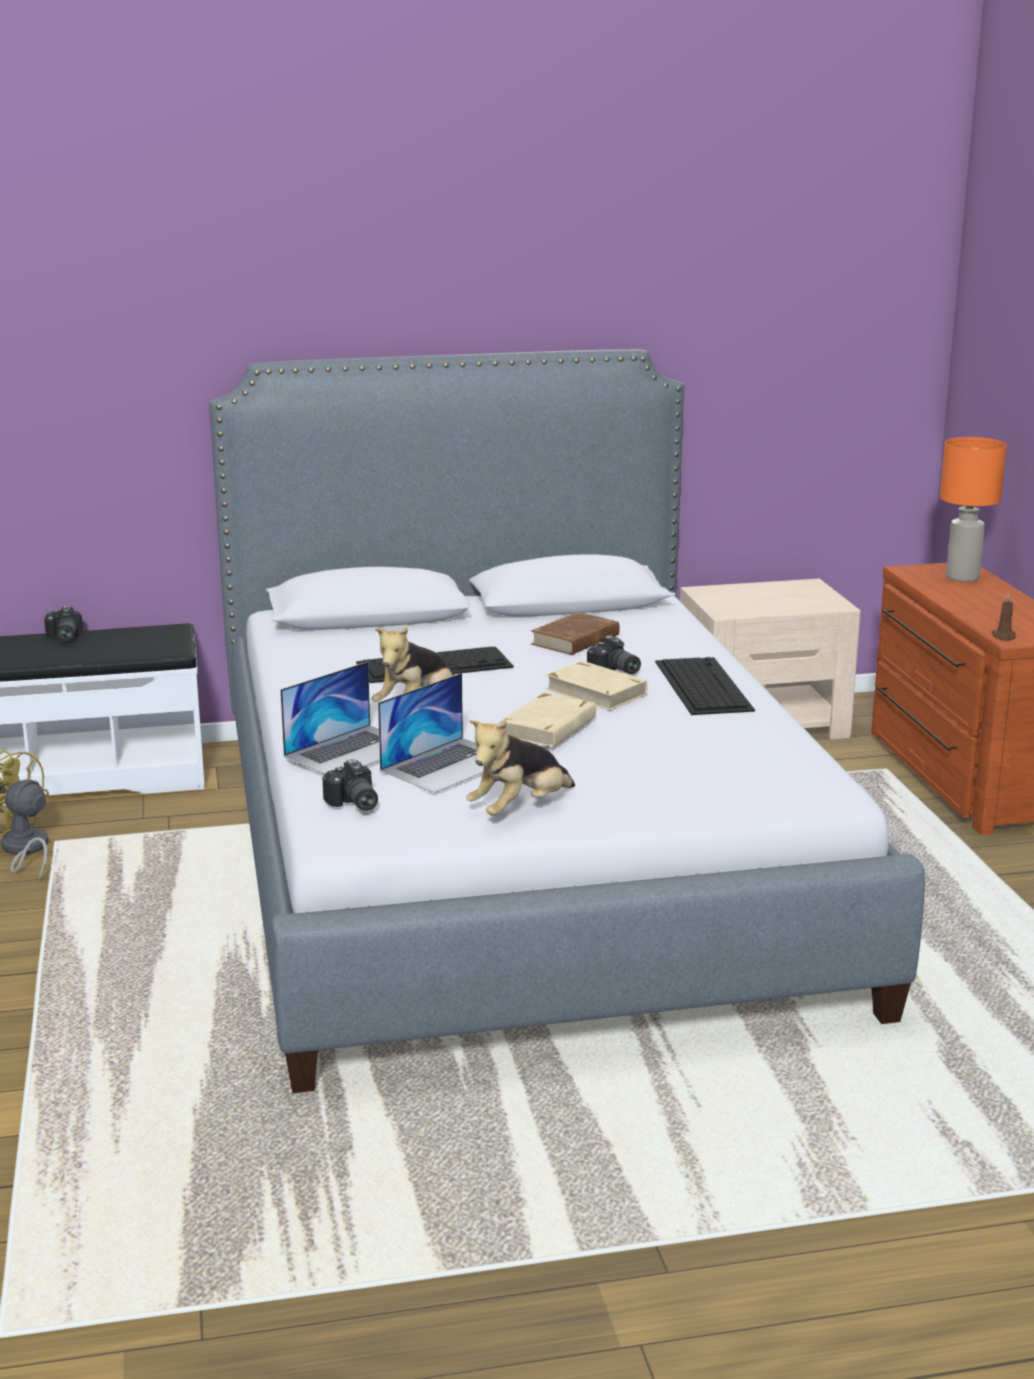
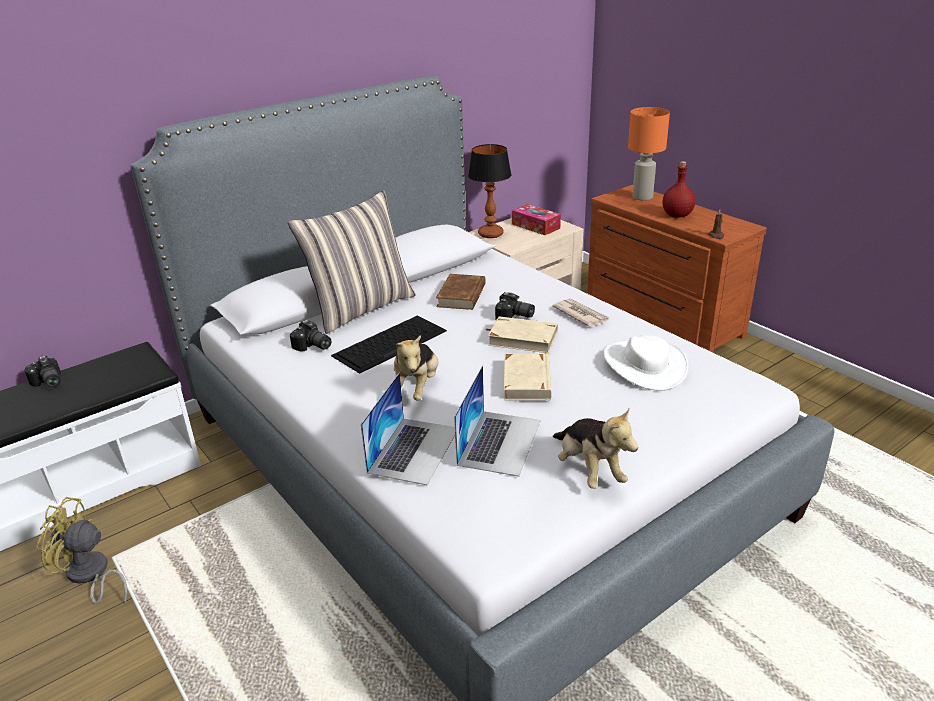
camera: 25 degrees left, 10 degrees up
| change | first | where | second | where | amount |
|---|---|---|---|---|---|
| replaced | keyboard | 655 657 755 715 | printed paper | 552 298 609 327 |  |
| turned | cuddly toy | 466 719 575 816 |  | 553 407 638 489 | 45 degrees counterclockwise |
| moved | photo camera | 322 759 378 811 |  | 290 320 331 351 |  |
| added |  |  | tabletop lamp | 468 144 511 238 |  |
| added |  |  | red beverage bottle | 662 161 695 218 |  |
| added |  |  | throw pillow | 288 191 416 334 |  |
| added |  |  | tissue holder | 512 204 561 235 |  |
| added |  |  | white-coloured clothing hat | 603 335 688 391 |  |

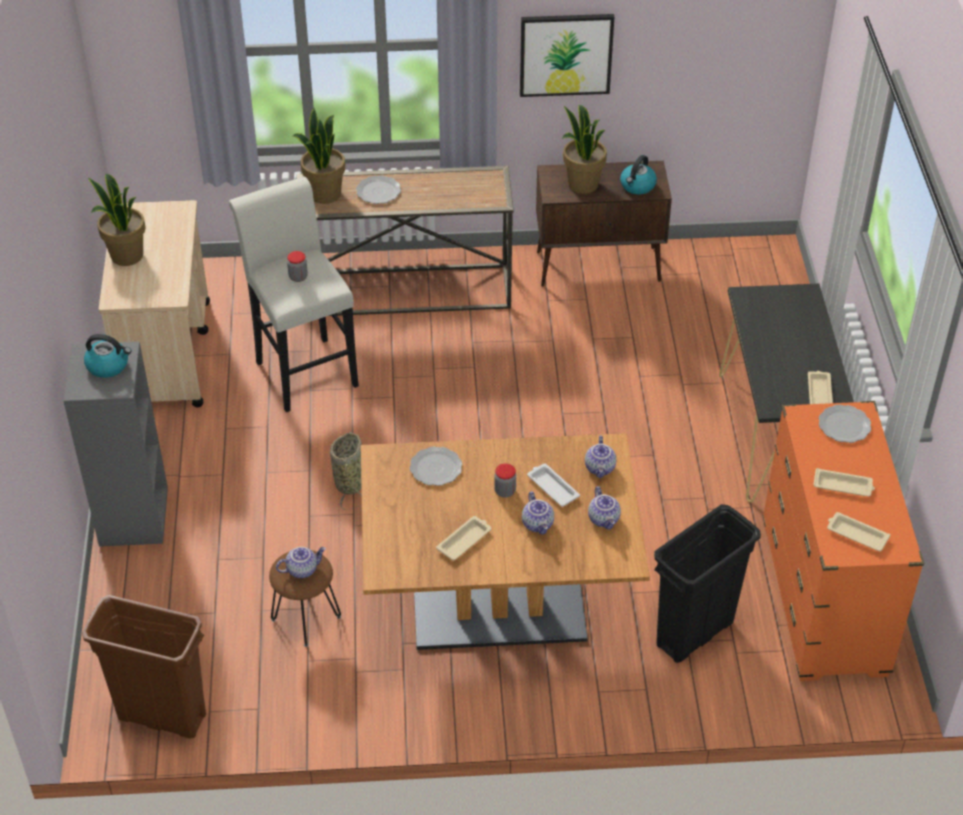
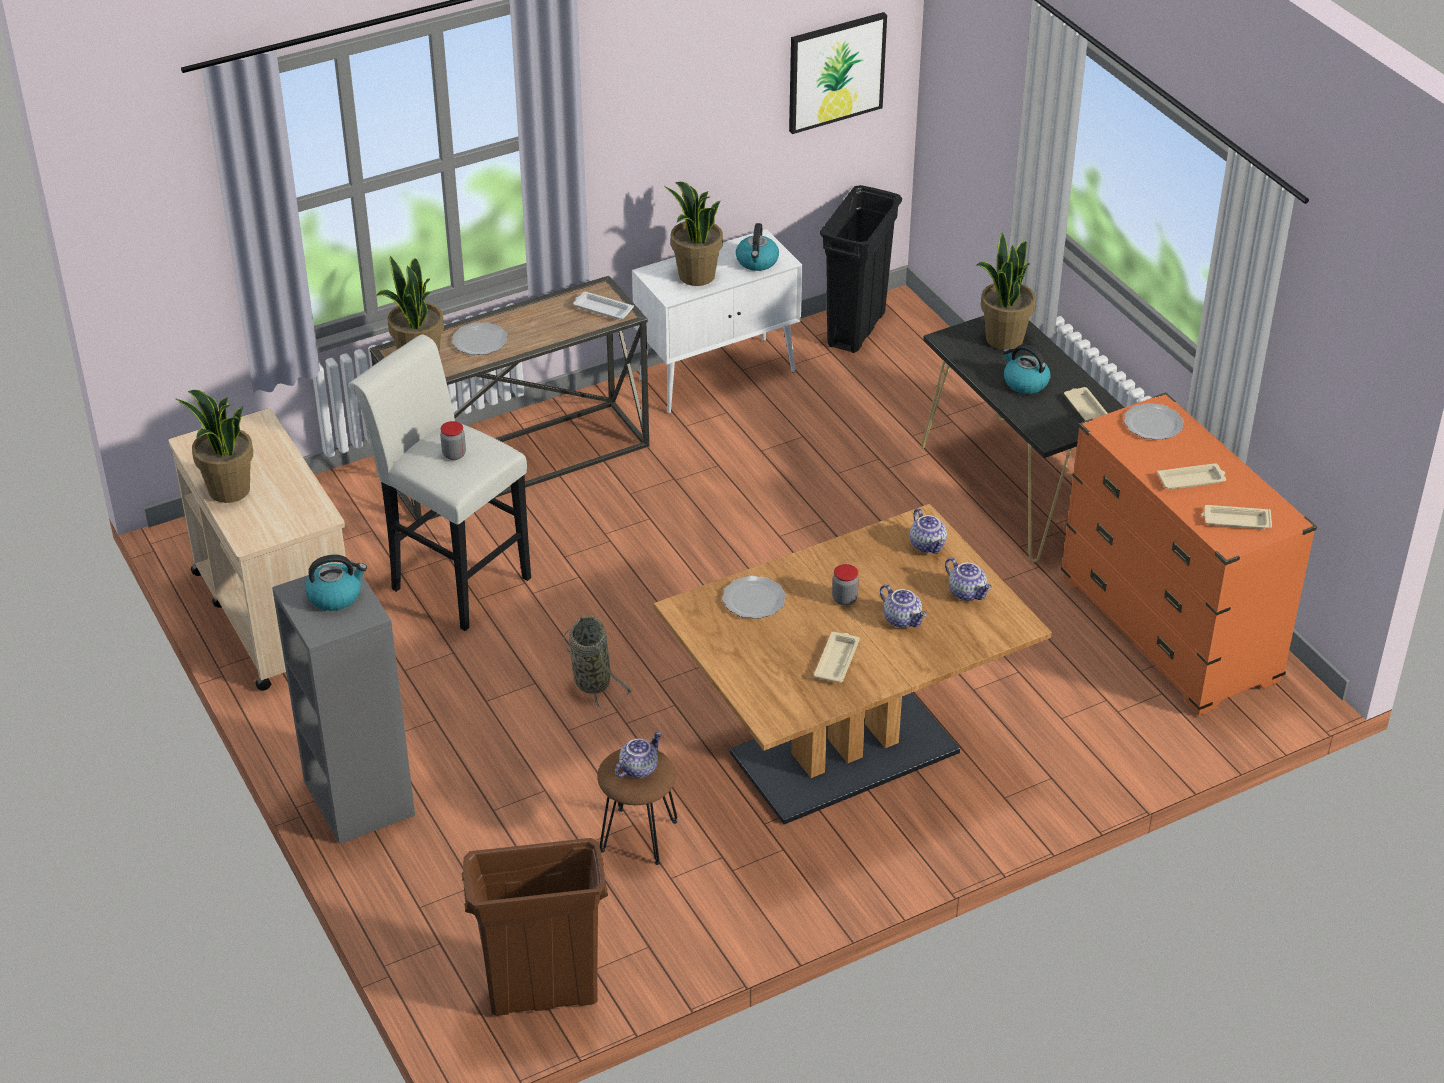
camera: 25 degrees left, 5 degrees down
| change | first | where | second | where | amount |
|---|---|---|---|---|---|
| moved | wall art | 520 14 614 97 |  | 789 12 887 134 |  |
| recoloured | brown-coloured storage cabinet | 536 161 672 287 | white-coloured storage cabinet | 632 229 802 414 |  |
| moved | white-coloured serving tray | 527 463 580 507 |  | 573 292 634 320 |  |
| moved | black rubbish bin | 654 504 761 663 |  | 820 185 902 353 |  |
| added |  |  | potted plant | 976 232 1036 350 |  |
| added |  |  | tea kettle | 1003 344 1050 394 |  |

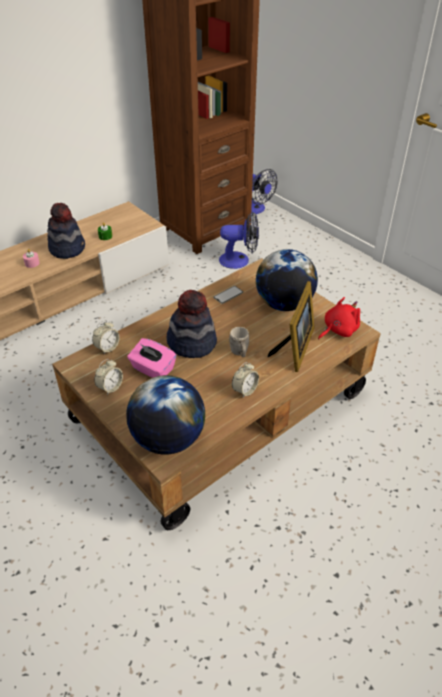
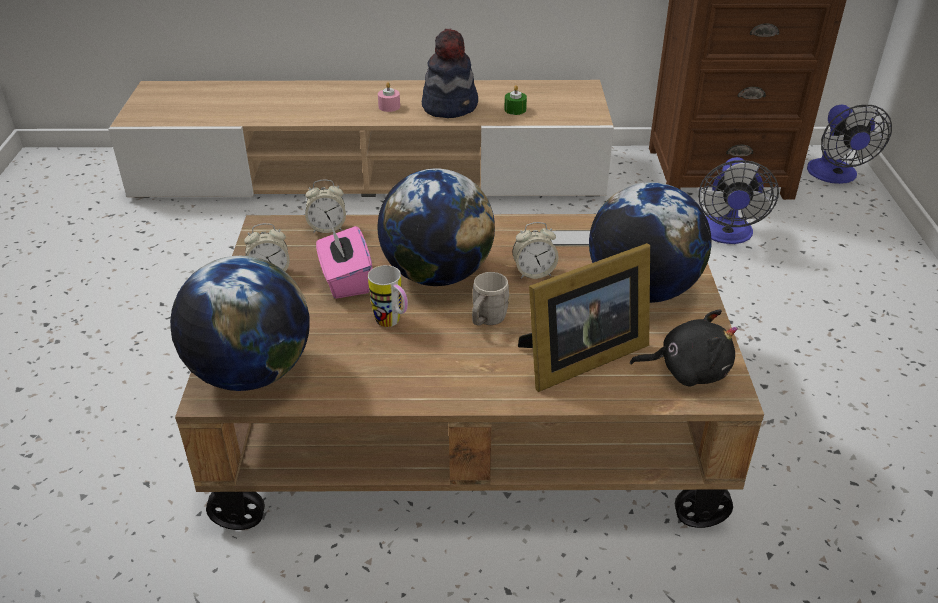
camera: 40 degrees right, 5 degrees down
| change | first | where | second | where | amount |
|---|---|---|---|---|---|
| turned | cooling fan | 219 212 259 269 |  | 698 157 779 244 | 60 degrees clockwise |
| replaced | clothing hat | 167 290 217 358 | desk globe | 378 168 495 286 |  |
| recoloured | red cuddly toy | 318 297 360 340 | black cuddly toy | 630 310 738 387 |  |
| moved | bedside clock | 232 362 259 398 |  | 513 222 559 279 |  |
| added |  |  | tea mug | 368 265 408 327 |  |

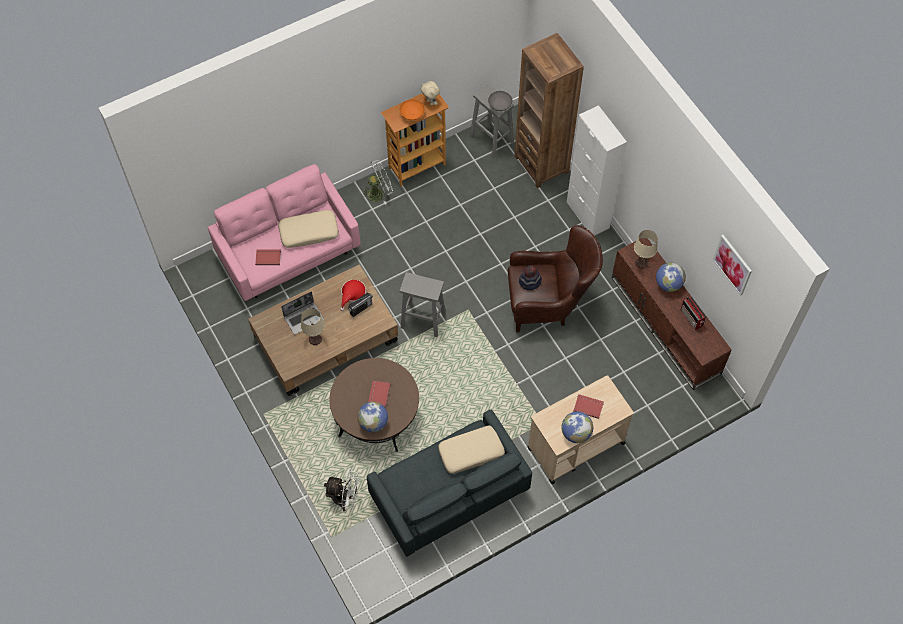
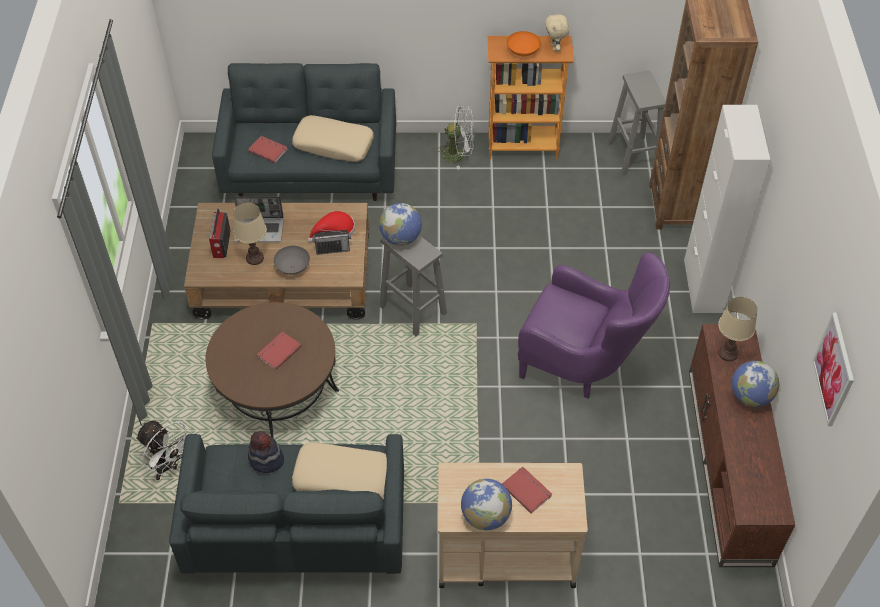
camera: 30 degrees right, 10 degrees down
| change | first | where | second | where | amount |
|---|---|---|---|---|---|
| moved | gray deep dish | 488 91 512 111 |  | 274 246 310 275 |  |
| recoloured | pink sofa | 208 164 361 301 | gray sofa | 212 63 396 201 |  |
| recoloured | brown-coloured easy chair | 508 225 603 333 | purple easy chair | 518 253 670 399 |  |
| moved | clothing hat | 519 265 542 290 |  | 248 431 284 473 |  |
| moved | radio | 681 297 706 330 |  | 209 209 231 258 |  |
| moved | desk globe | 357 402 388 432 |  | 379 203 422 246 |  |

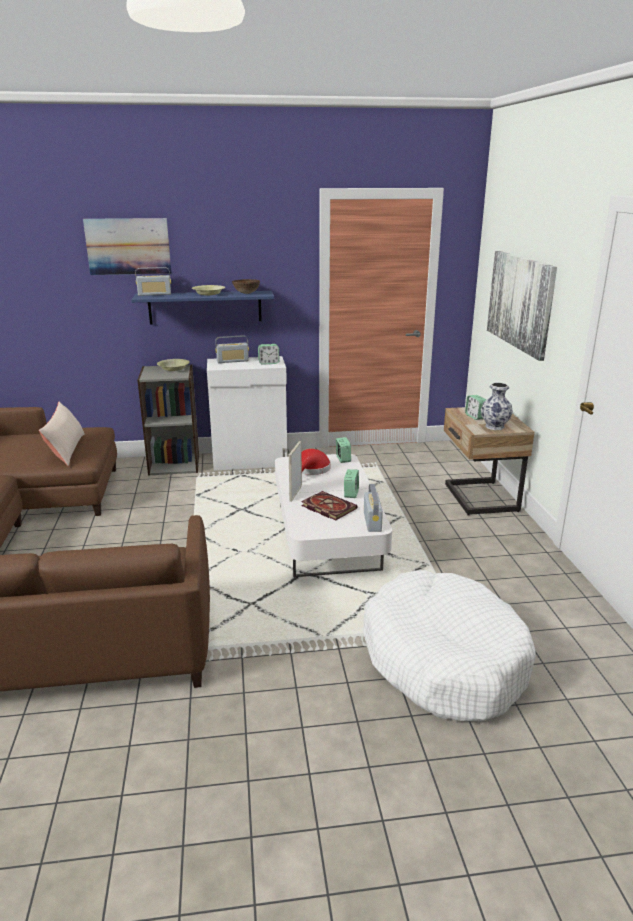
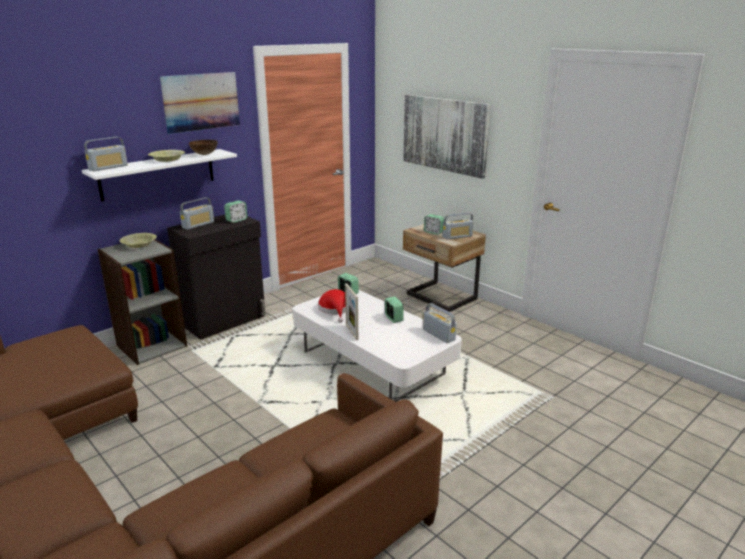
camera: 35 degrees left, 0 degrees up
| change | first | where | second | where | amount |
|---|---|---|---|---|---|
| moved | wall art | 83 218 171 275 |  | 160 72 240 134 |  |
| recoloured | blue wall shelf | 131 291 274 324 | white-coloured wall shelf | 82 149 237 202 |  |
| recoloured | white-coloured storage cabinet | 207 356 287 471 | black storage cabinet | 167 215 266 340 |  |
| replaced | flower vase | 481 383 513 430 | radio | 443 213 473 240 |  |
| removed | beige-coloured throw pillow | 39 402 84 466 |  |  |  |
| removed | book | 301 491 358 520 |  |  |  |
| removed | white-coloured dog cushion | 363 570 536 721 |  |  |  |

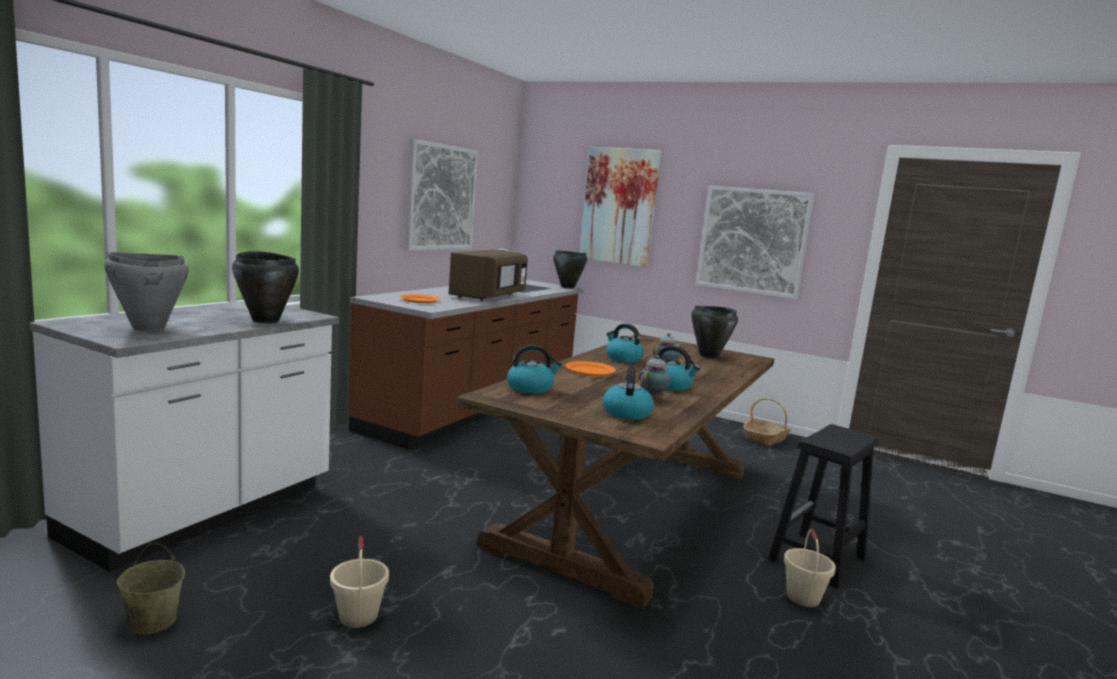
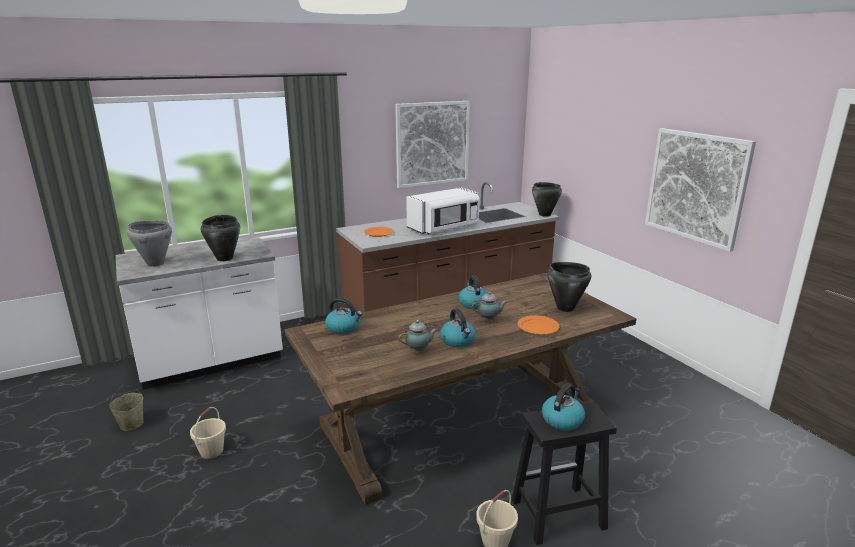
camera: 35 degrees right, 10 degrees up
| change | first | where | second | where | amount |
|---|---|---|---|---|---|
| removed | wall art | 580 147 661 267 |  |  |  |
| recoloured | brown-coloured microwave oven | 448 250 528 301 | white-coloured microwave oven | 406 187 479 234 |  |
| moved | orange flat dish | 566 361 616 376 |  | 517 315 559 335 |  |
| moved | tea kettle | 603 366 654 420 |  | 542 384 585 431 |  |
| removed | household basket | 743 398 791 446 |  |  |  |

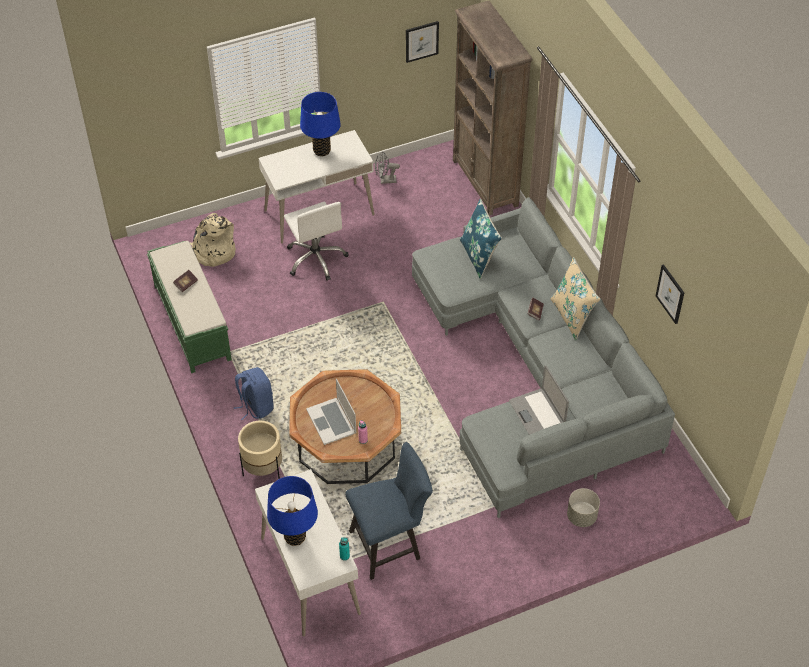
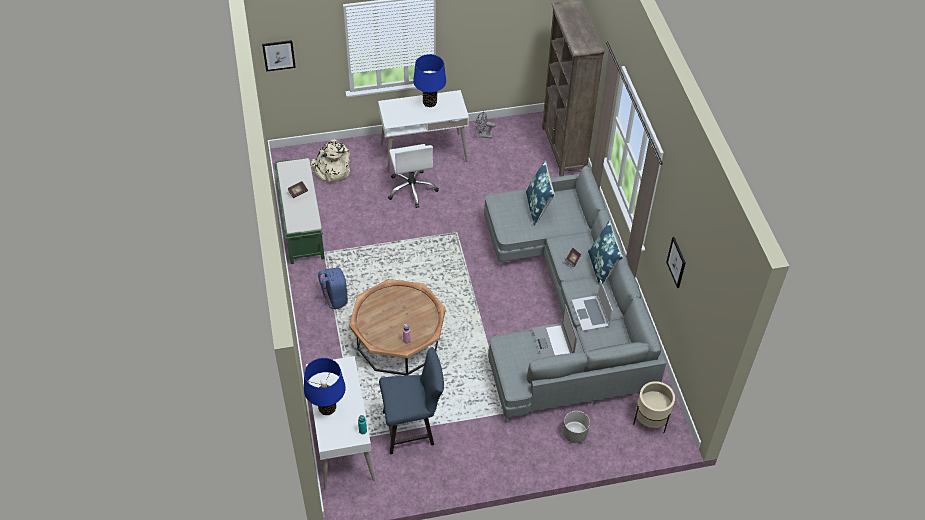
camera: 10 degrees right, 0 degrees up
| change | first | where | second | where | amount |
|---|---|---|---|---|---|
| moved | wall art | 406 21 439 63 |  | 262 40 296 72 |  |
| recoloured | beige-coloured throw pillow | 550 257 600 340 | blue throw pillow | 588 220 623 284 |  |
| moved | portable computer | 306 379 356 445 |  | 571 280 613 331 |  |
| moved | beige-coloured plant pot | 238 421 282 479 |  | 633 381 675 433 |  |

